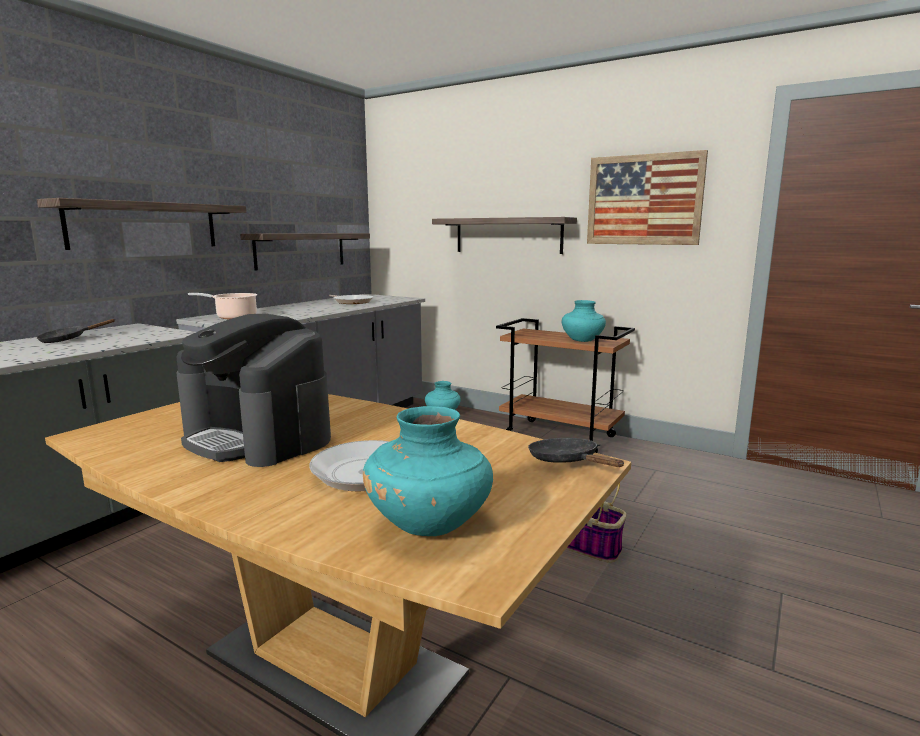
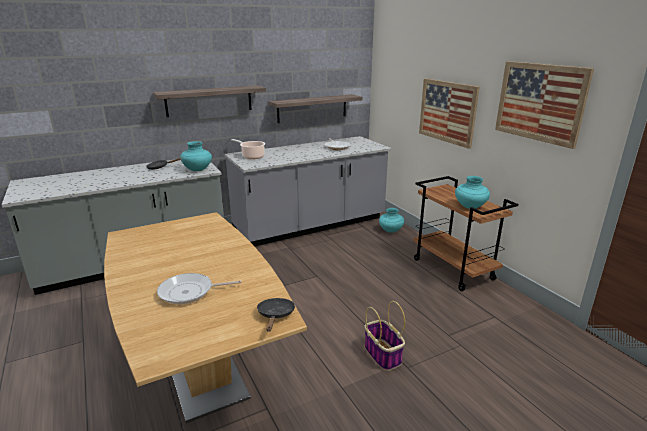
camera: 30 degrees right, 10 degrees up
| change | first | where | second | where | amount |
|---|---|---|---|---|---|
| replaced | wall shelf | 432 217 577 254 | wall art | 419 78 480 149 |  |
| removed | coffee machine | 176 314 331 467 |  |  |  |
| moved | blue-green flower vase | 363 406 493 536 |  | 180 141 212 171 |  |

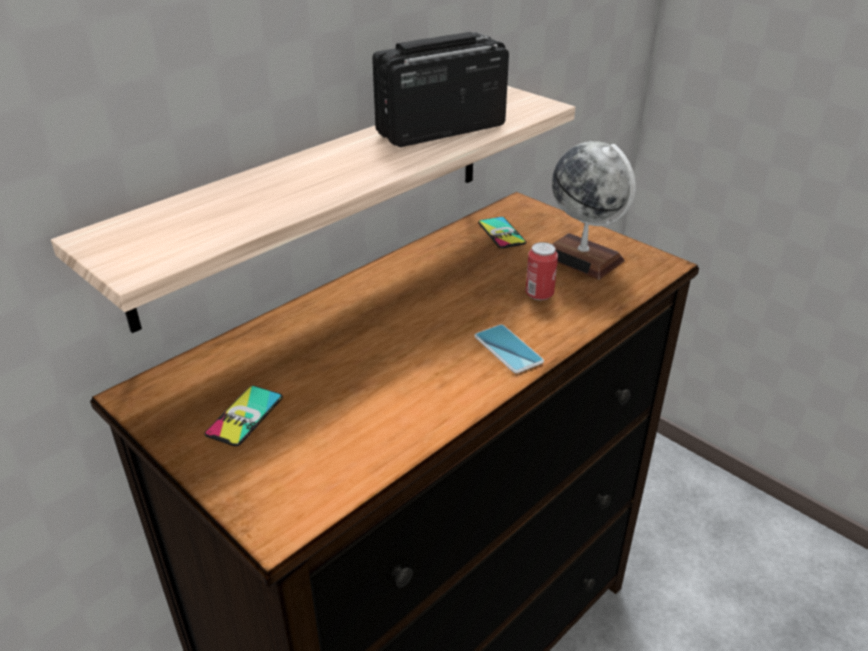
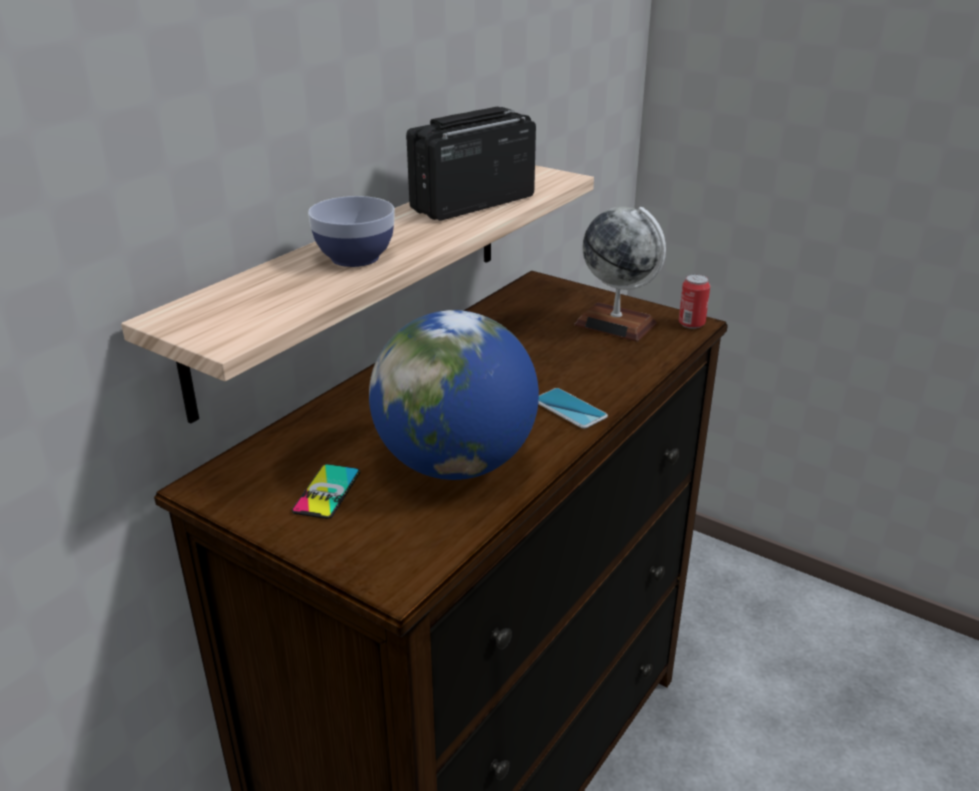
camera: 10 degrees left, 5 degrees down
| change | first | where | second | where | amount |
|---|---|---|---|---|---|
| removed | phone | 478 217 526 248 |  |  |  |
| moved | metal can | 526 242 558 300 |  | 679 274 710 329 |  |
| added |  |  | deep dish | 308 196 394 267 |  |
| added |  |  | desk globe | 369 310 539 480 |  |

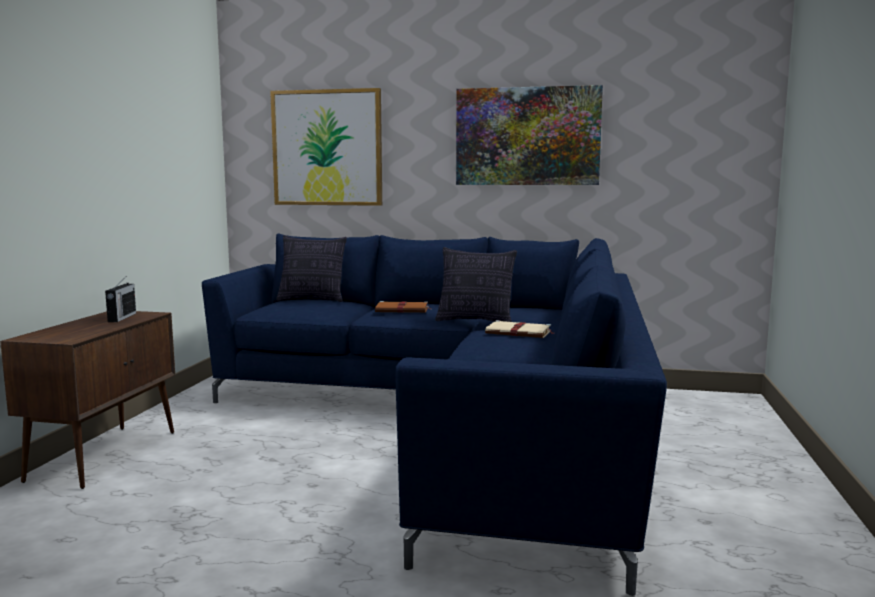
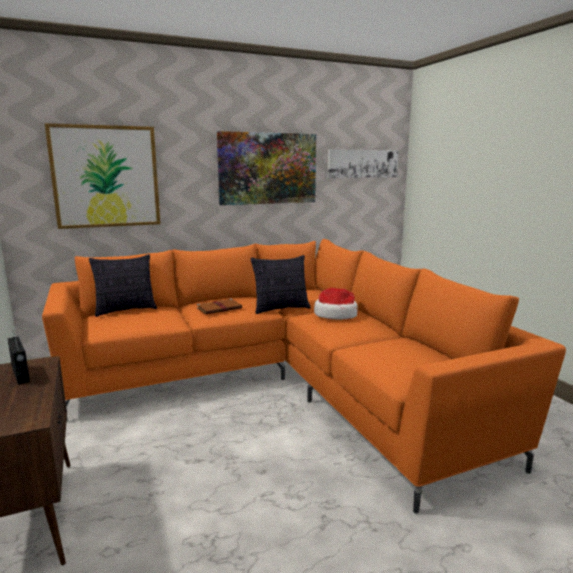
camera: 35 degrees left, 5 degrees up
| change | first | where | second | where | amount |
|---|---|---|---|---|---|
| recoloured | blue sofa | 202 234 667 596 | orange sofa | 42 239 566 514 |  |
| replaced | beige-coloured book | 485 320 554 338 | clothing hat | 314 288 358 320 |  |
| added |  |  | wall art | 328 149 399 178 |  |

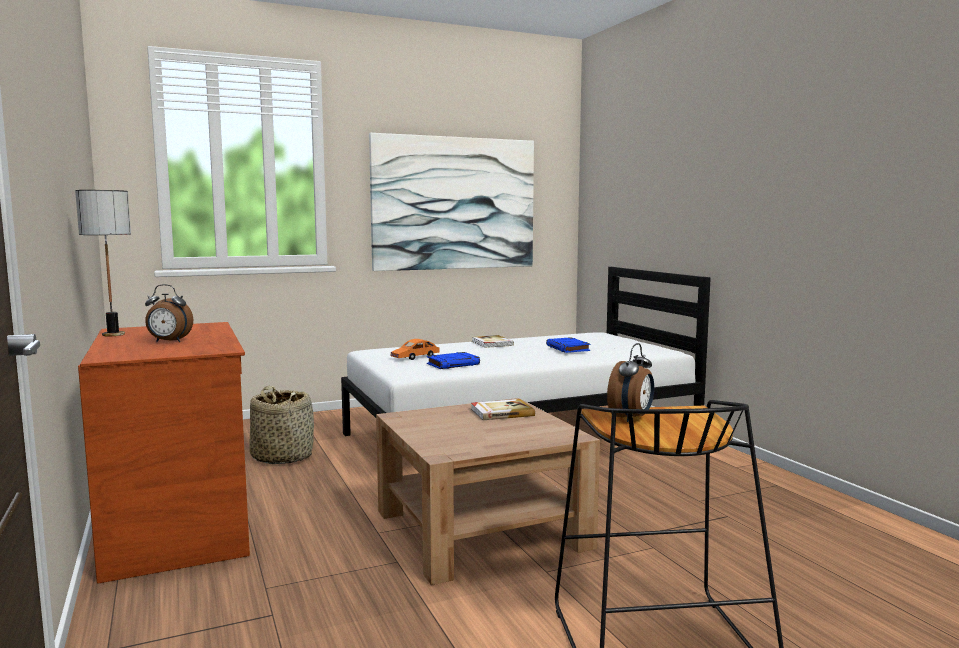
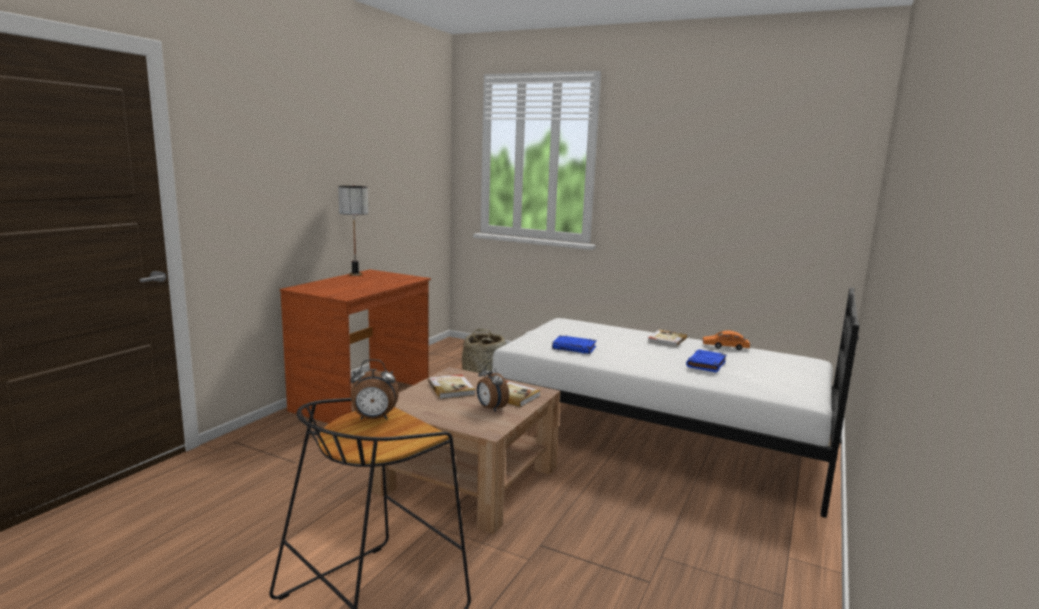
camera: 50 degrees right, 5 degrees up
| change | first | where | second | where | amount |
|---|---|---|---|---|---|
| removed | wall art | 369 133 534 271 |  |  |  |
| moved | bedside clock | 145 284 193 342 |  | 477 363 509 412 |  |
| moved | orange toy car | 391 339 440 360 |  | 703 331 750 350 |  |
| added |  |  | book | 428 374 475 399 |  |

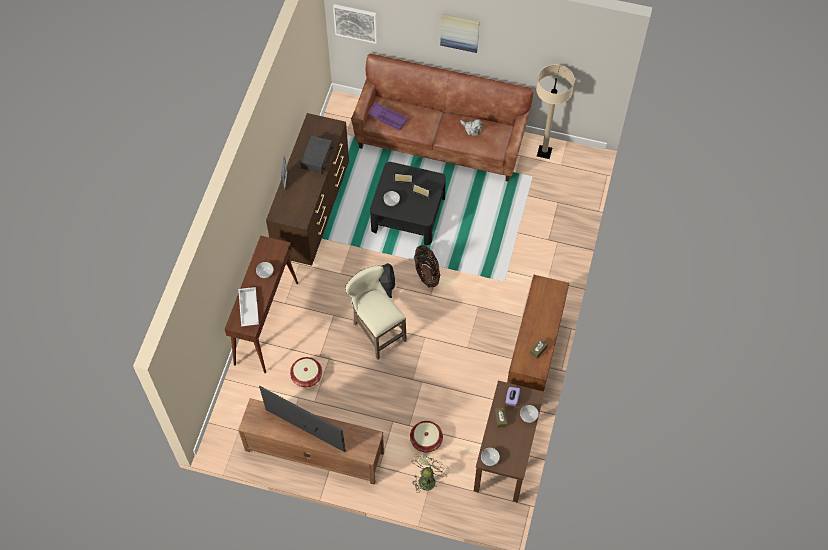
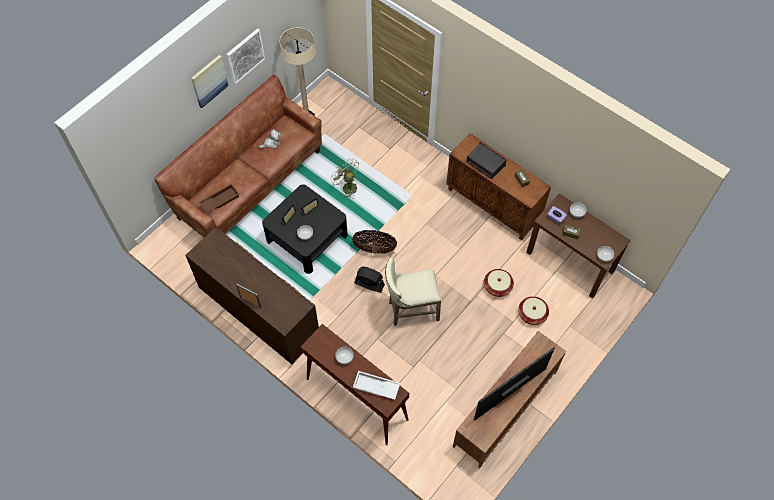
camera: 65 degrees left, 0 degrees up
| change | first | where | second | where | amount |
|---|---|---|---|---|---|
| moved | wall art | 333 4 377 44 |  | 227 28 265 84 |  |
| recoloured | purple serving tray | 367 103 408 130 | brown-coloured serving tray | 199 184 239 213 |  |
| moved | radio | 301 136 334 175 |  | 466 142 507 180 |  |
| moved | household basket | 290 357 322 387 |  | 484 269 514 297 |  |
| moved | green cooling fan | 412 454 449 491 |  | 330 158 359 198 |  |

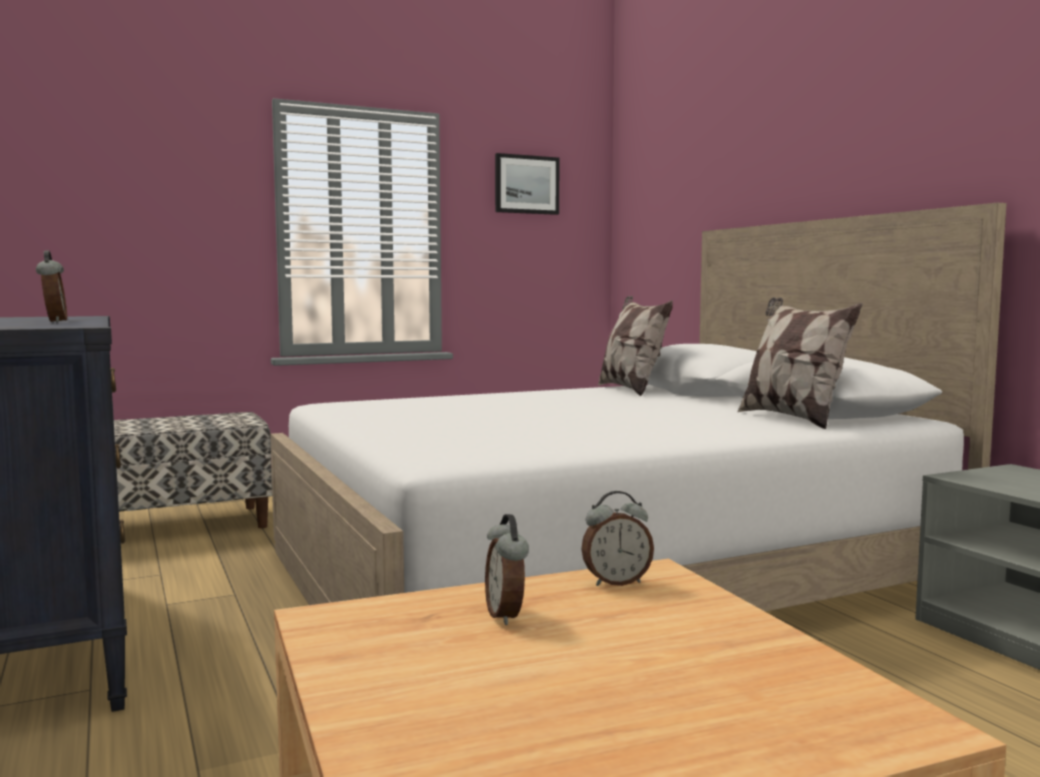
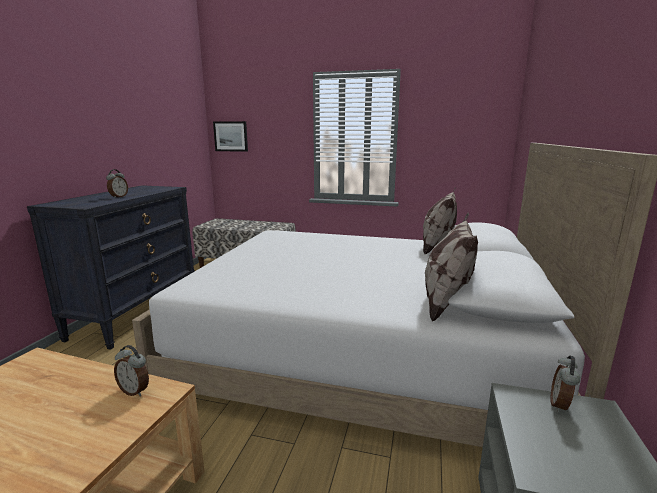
camera: 40 degrees right, 10 degrees up
| change | first | where | second | where | amount |
|---|---|---|---|---|---|
| moved | wall art | 495 153 559 215 |  | 213 121 248 152 |  |
| moved | bedside clock | 485 514 529 625 |  | 550 355 580 413 |  |

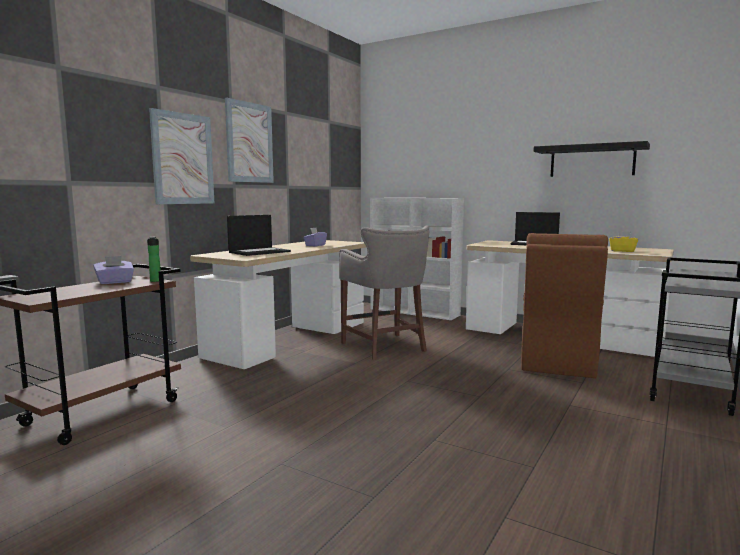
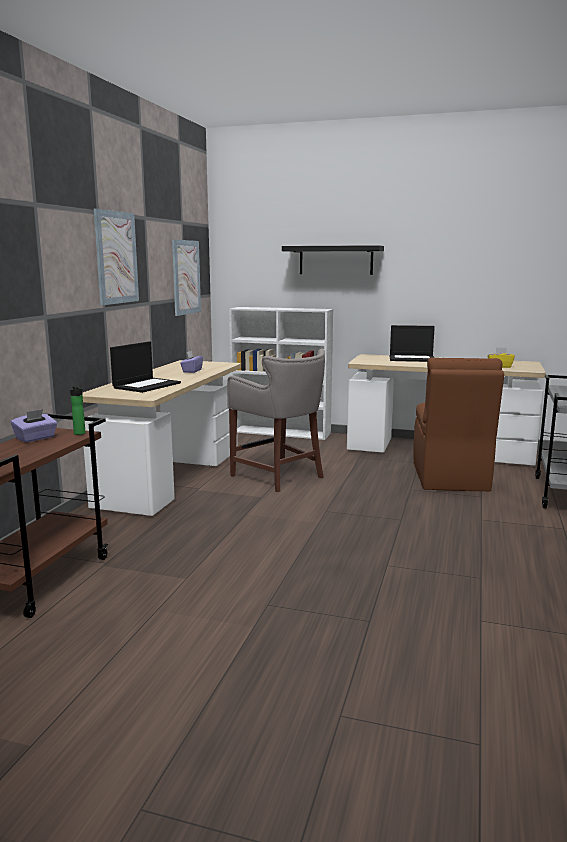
camera: 15 degrees left, 5 degrees up
| change | first | where | second | where | amount |
|---|---|---|---|---|---|
| moved | wall art | 149 108 214 204 |  | 172 239 201 316 |  |
| moved | black wall shelf | 533 141 650 177 |  | 282 245 384 275 |  |

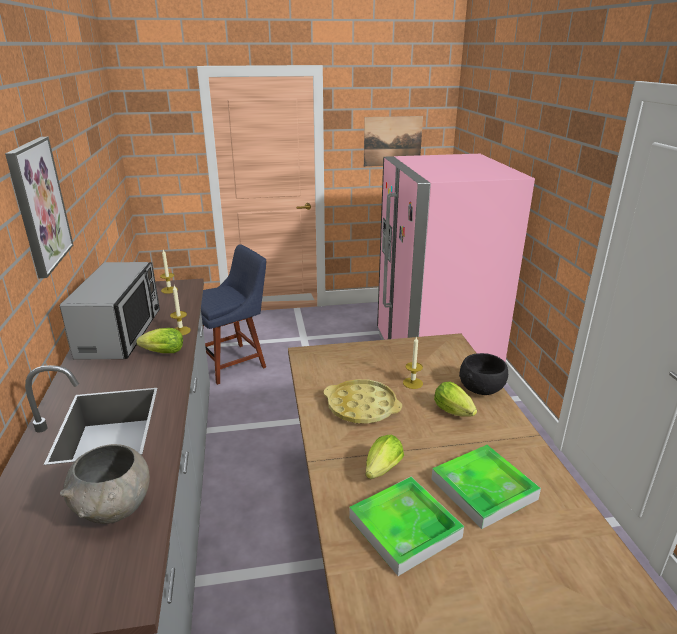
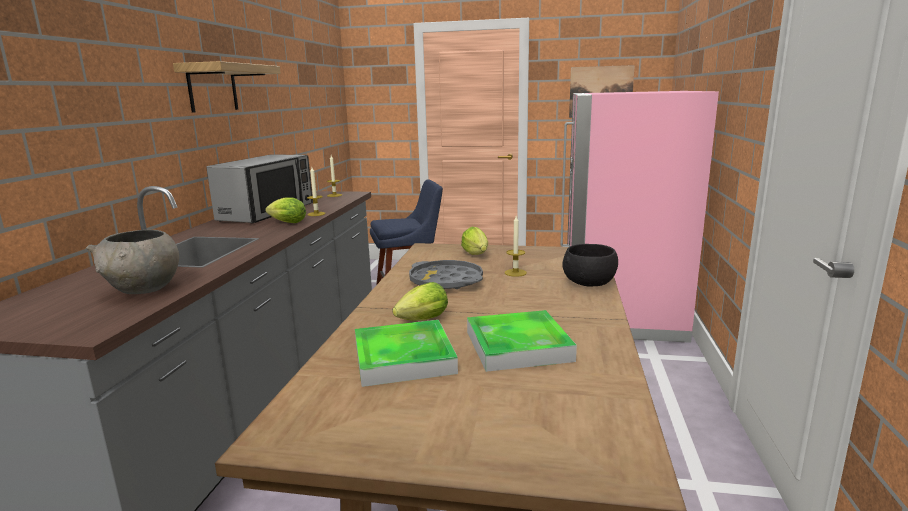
camera: 20 degrees right, 10 degrees down
| change | first | where | second | where | amount |
|---|---|---|---|---|---|
| replaced | wall art | 5 137 73 278 | wall shelf | 173 61 281 113 |  |
| recoloured | yellowish serving tray | 324 379 402 424 | gray serving tray | 409 260 483 289 |  |
| moved | head of lettuce | 434 381 477 417 |  | 461 227 488 255 |  |

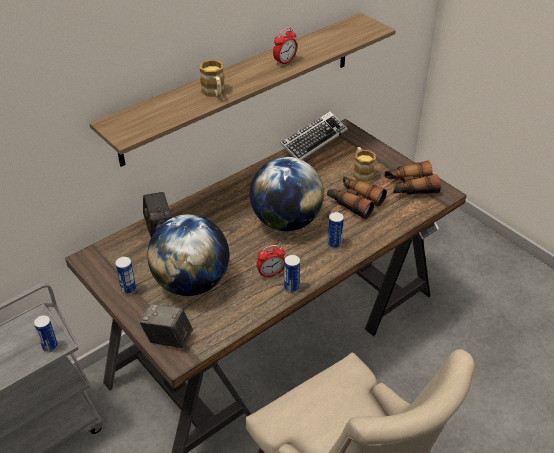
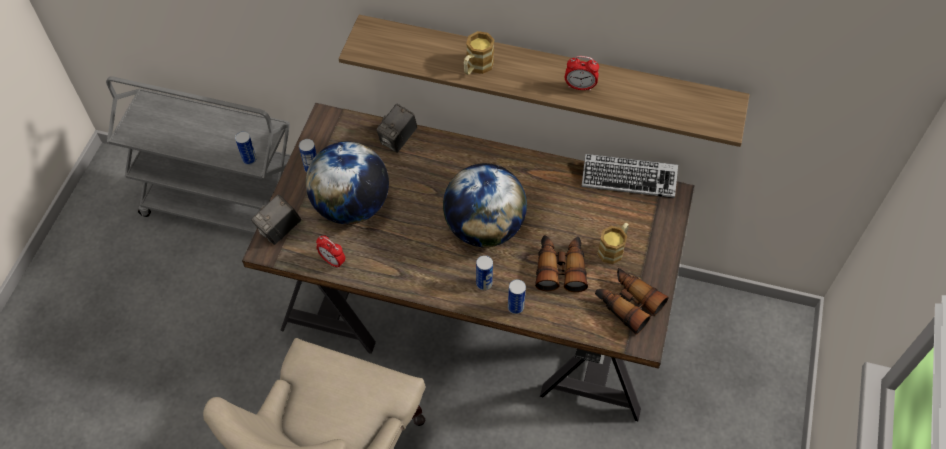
camera: 55 degrees right, 15 degrees up
| change | first | where | second | where | amount |
|---|---|---|---|---|---|
| moved | bedside clock | 256 245 285 278 |  | 316 235 345 269 |  |
| moved | metal can | 284 255 300 293 |  | 508 279 526 314 |  |
| turned | photo camera | 140 304 193 348 |  | 251 195 301 245 | 120 degrees counterclockwise |

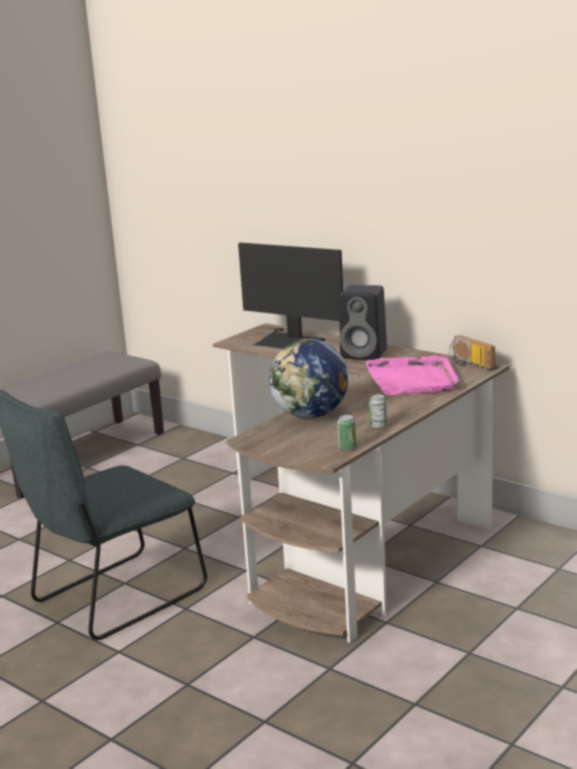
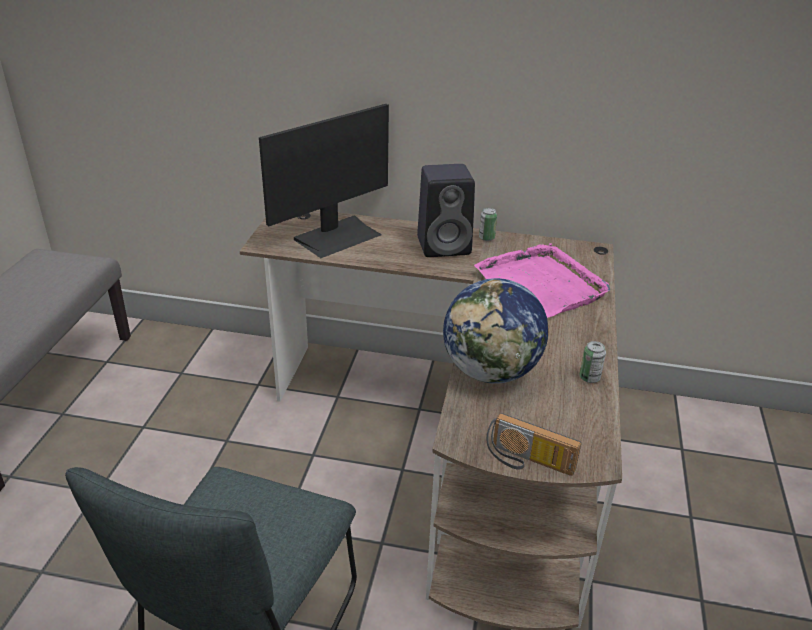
camera: 30 degrees left, 15 degrees up
| change | first | where | second | where | amount |
|---|---|---|---|---|---|
| turned | monitor | 238 243 343 349 |  | 259 104 389 258 | 45 degrees counterclockwise |
| moved | radio | 449 335 495 369 |  | 486 413 581 476 |  |
| moved | metal can | 338 415 356 451 |  | 479 208 497 241 |  |

